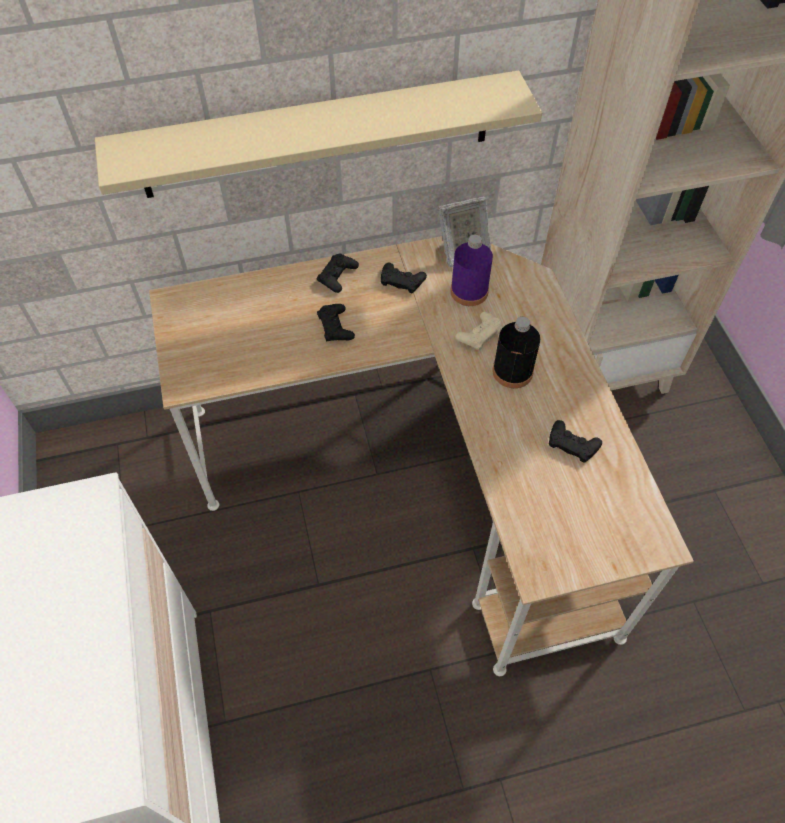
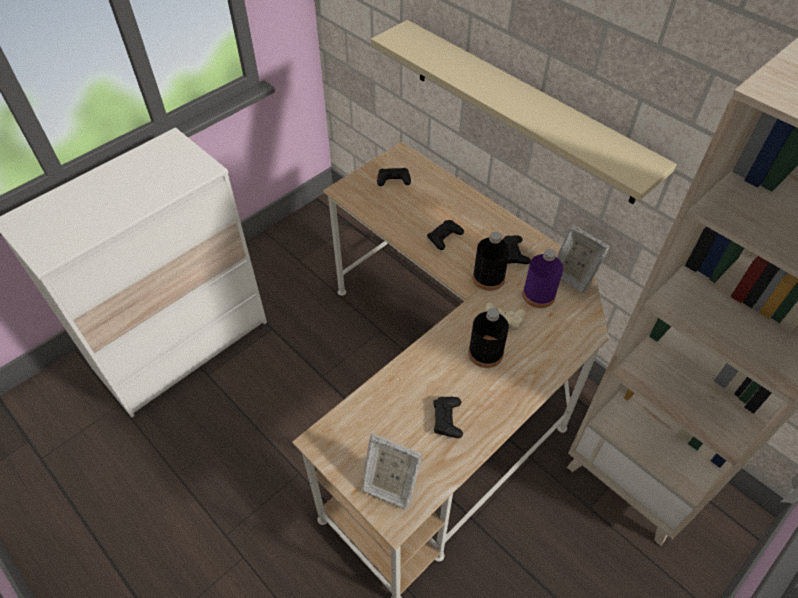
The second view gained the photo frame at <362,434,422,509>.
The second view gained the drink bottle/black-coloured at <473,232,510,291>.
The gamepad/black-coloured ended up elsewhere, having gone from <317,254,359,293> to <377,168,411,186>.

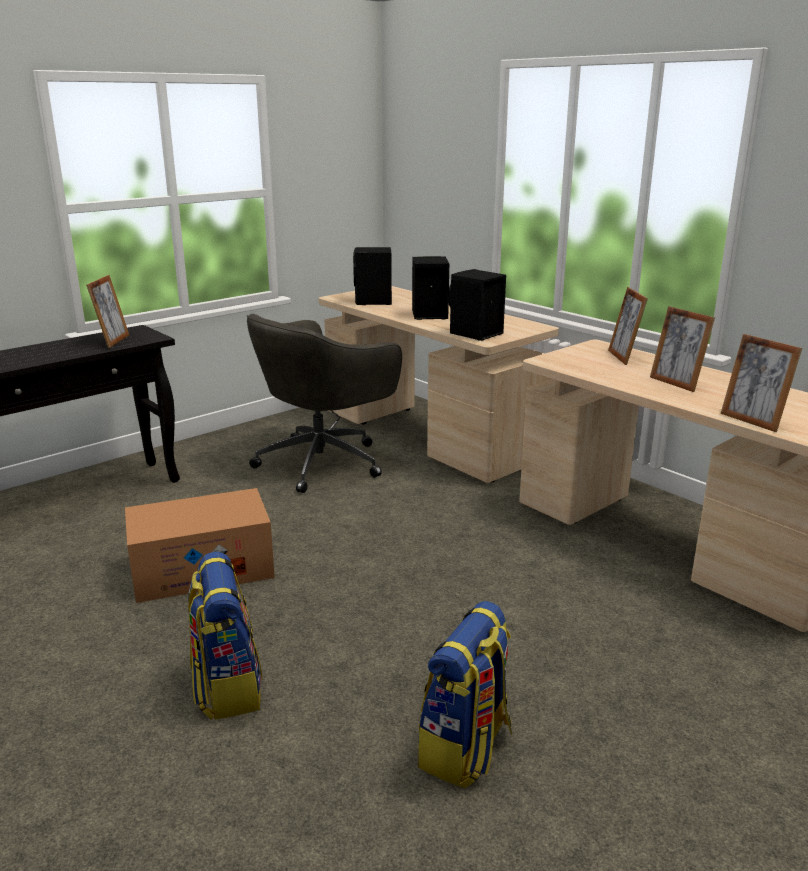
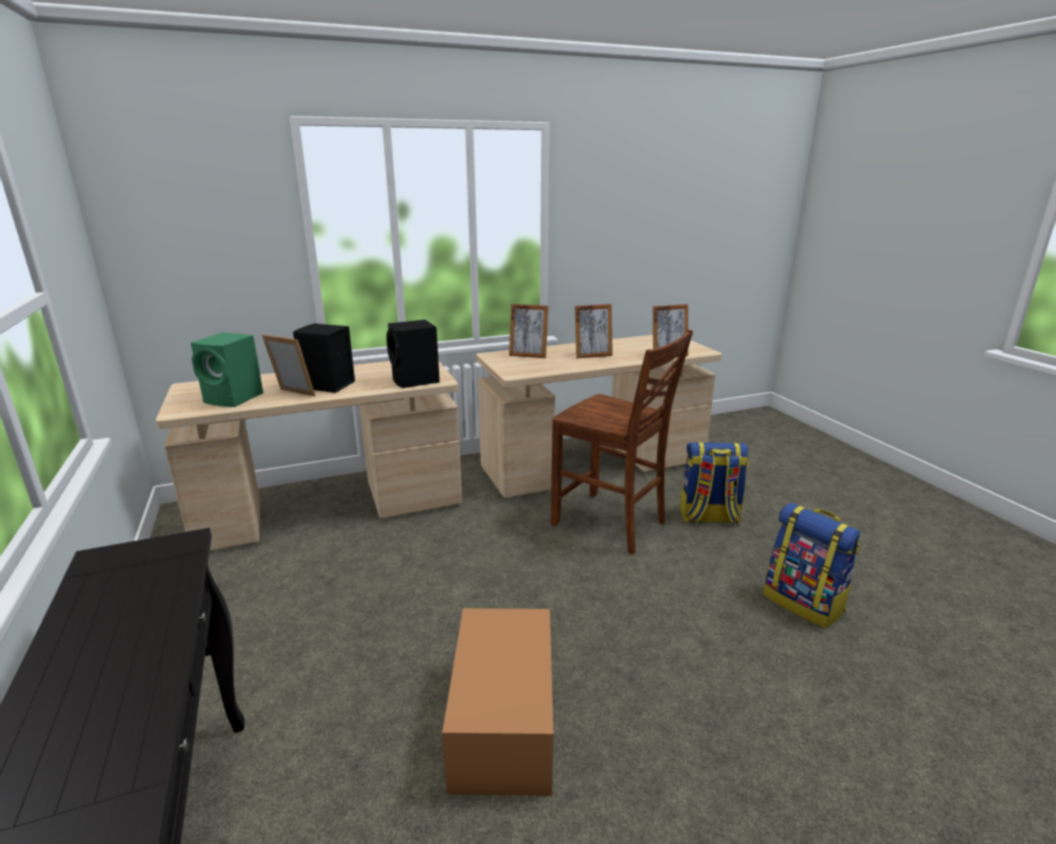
The second view lost the desk chair/greyish at <247,314,402,493>.
The second view gained the plain chair/brown at <551,329,693,555>.
The photo frame ended up elsewhere, having gone from <86,275,129,348> to <262,334,316,396>.
The backpack ended up elsewhere, having gone from <188,552,263,720> to <680,442,749,523>.
What was the speaker/black-coloured at <353,247,392,305> turned into the speaker/greenish at <191,332,263,407>.

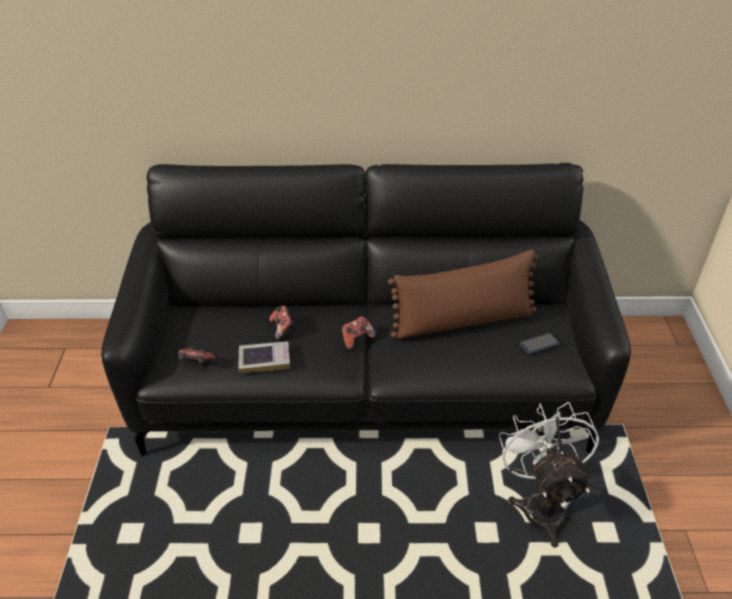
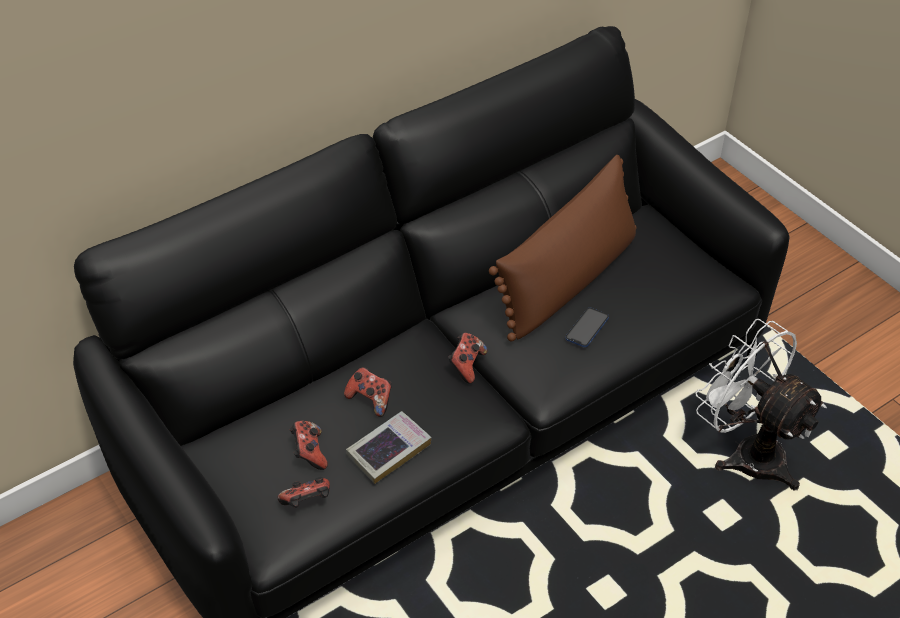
The second view gained the gamepad at <290,421,328,470>.
The phone ended up elsewhere, having gone from <520,333,560,354> to <565,308,609,347>.

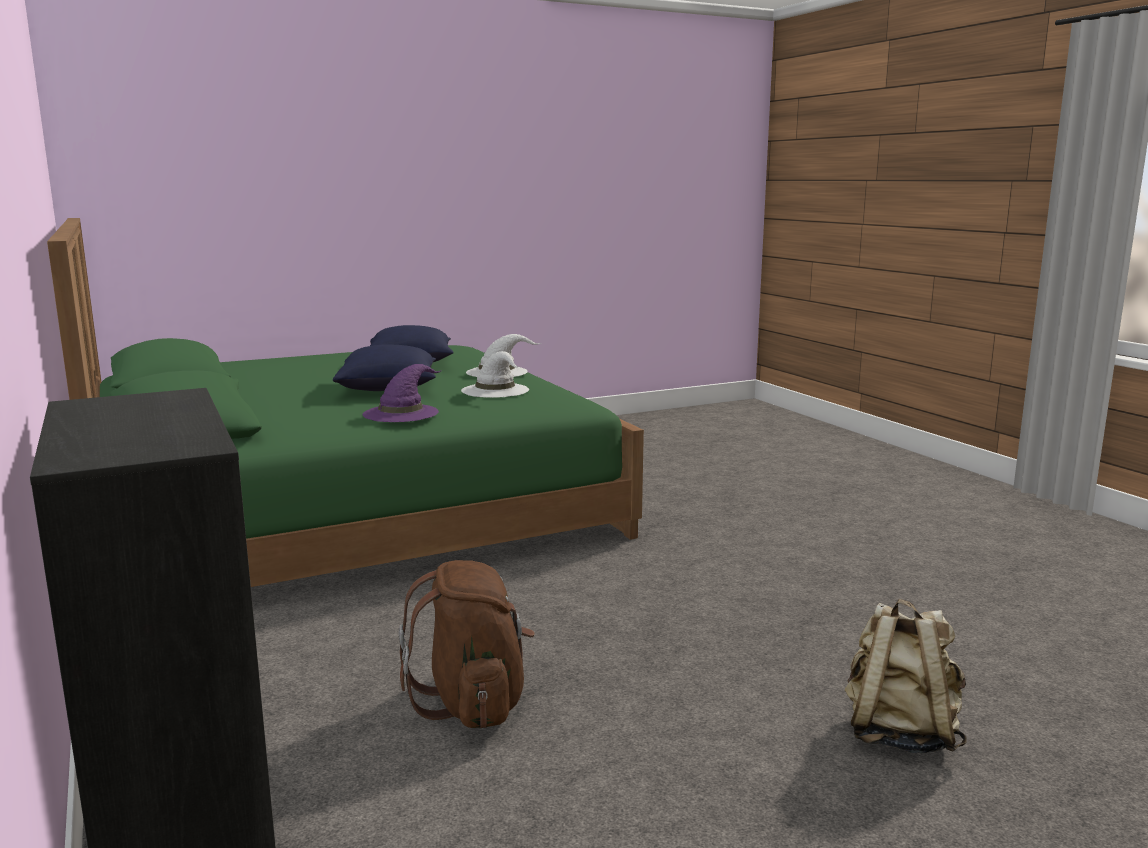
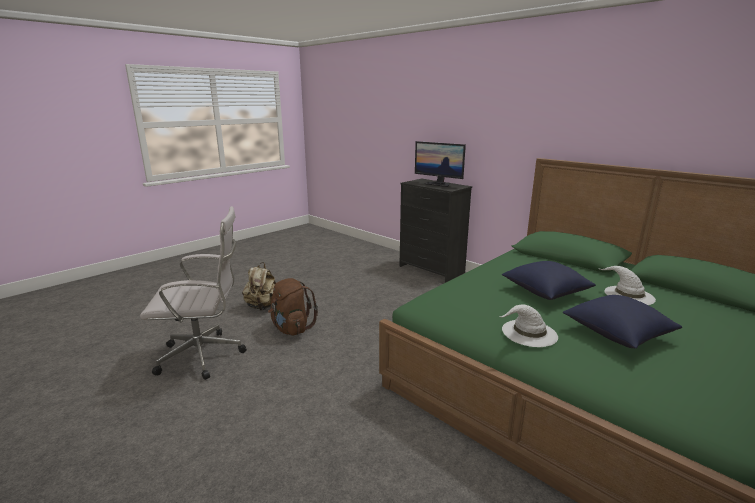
The second view lost the wearable hat/purplish at <363,364,442,422>.
The second view gained the desk chair/whitish at <140,206,247,380>.
The second view gained the computer display at <415,141,466,187>.
The backpack/brown ended up elsewhere, having gone from <399,560,535,729> to <268,278,318,336>.
The wearable hat/whitish ended up elsewhere, having gone from <461,351,529,398> to <598,266,656,305>.

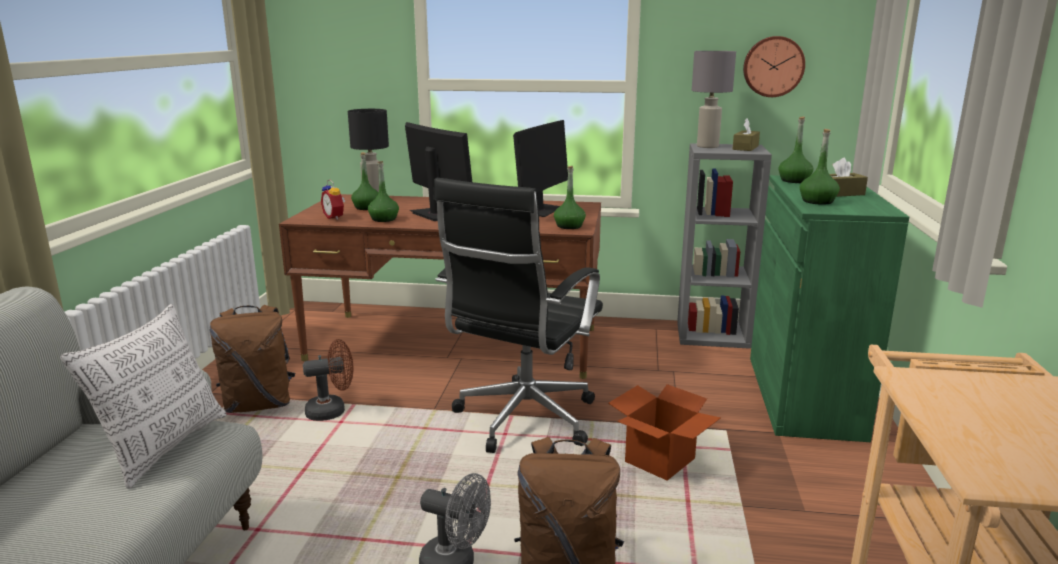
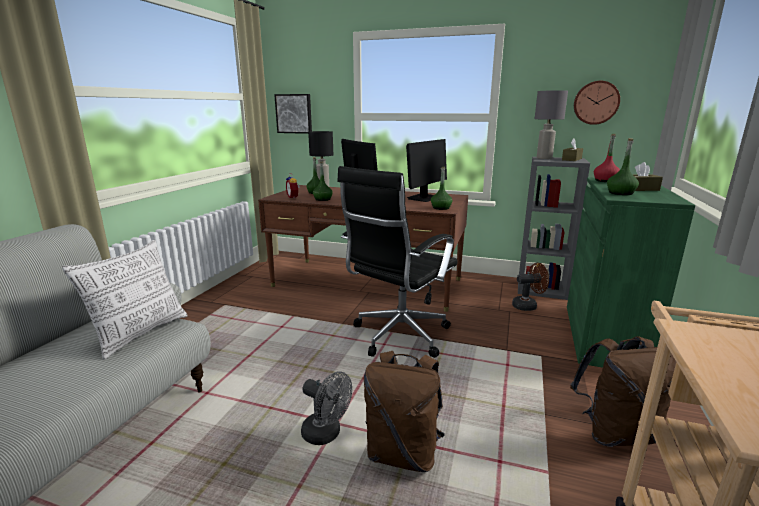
The second view lost the cardboard box at <608,384,720,481>.
The second view gained the wall art at <274,94,312,134>.
The backpack/brown ended up elsewhere, having gone from <209,305,295,413> to <570,336,676,447>.
The fan/brown ended up elsewhere, having gone from <303,339,353,421> to <512,263,549,311>.
What was the drink bottle/greenish at <778,117,813,183> turned into the drink bottle/red at <594,134,620,182>.

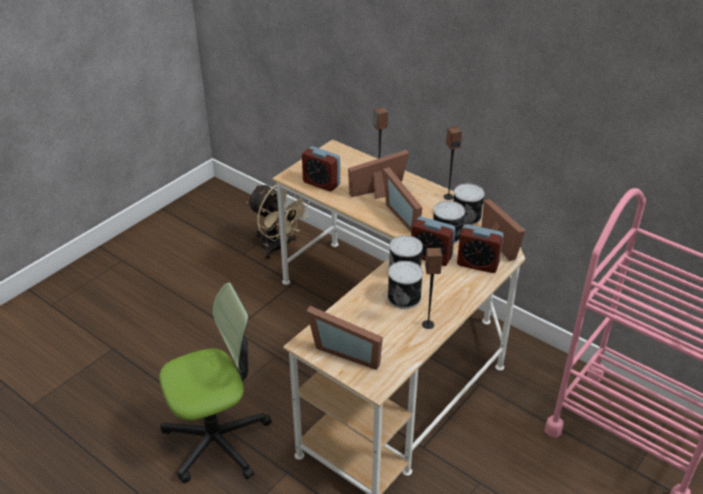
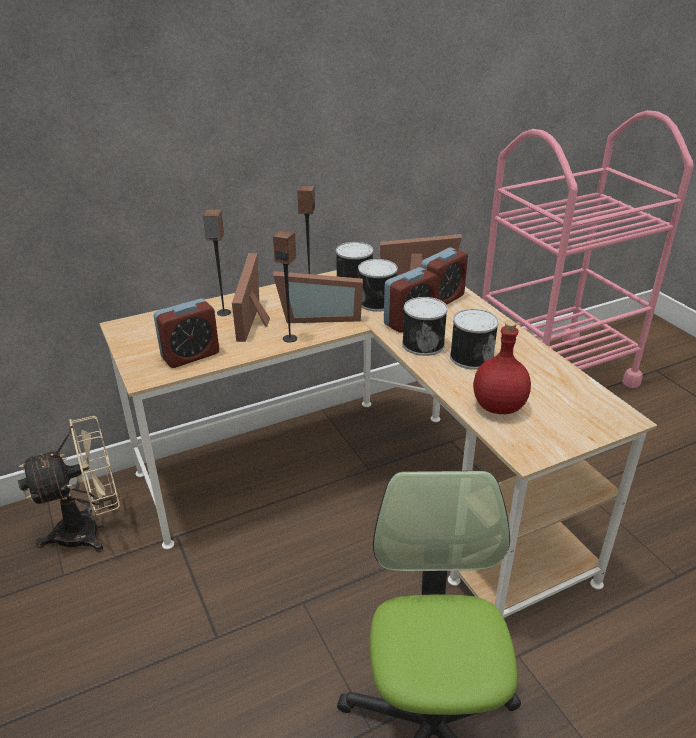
The second view lost the photo frame at <306,306,383,370>.
The second view gained the drink bottle/red at <473,321,531,414>.
The speaker ended up elsewhere, having gone from <422,248,442,329> to <273,230,297,343>.

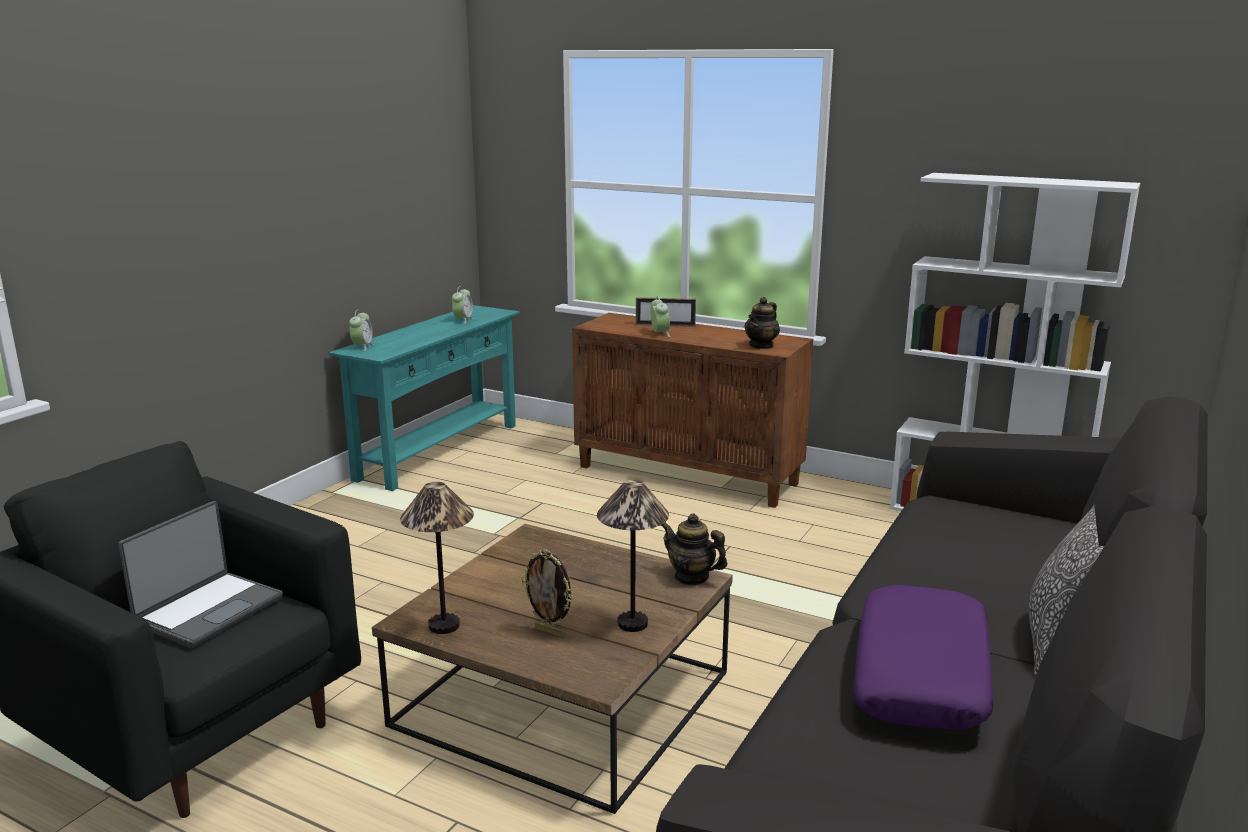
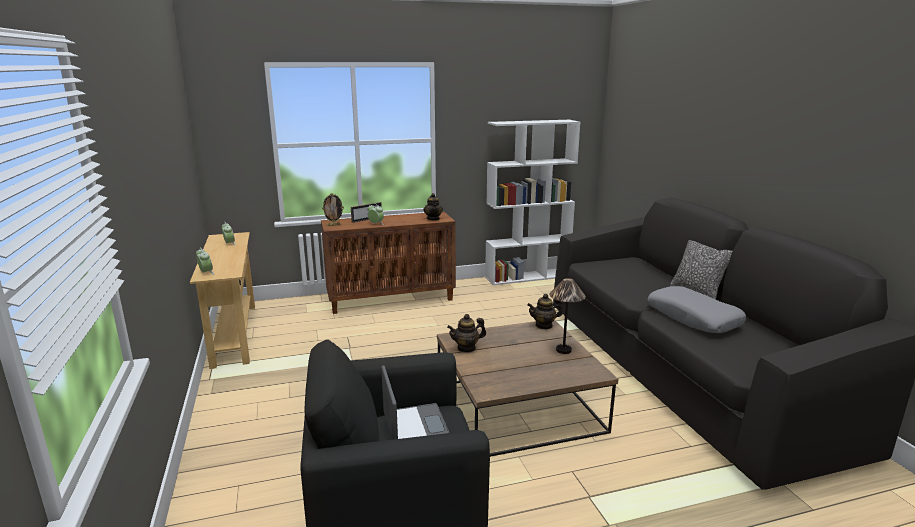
The second view lost the lamp for a table at <400,482,474,634>.
The second view gained the tea pot at <447,314,486,353>.
The photo frame ended up elsewhere, having gone from <521,549,573,637> to <322,193,344,226>.
What was the console table/turquoise at <328,305,520,491> turned into the console table/beige at <190,232,255,369>.
What was the pillow/purplish at <853,585,994,729> turned into the pillow/greyish at <647,286,746,333>.

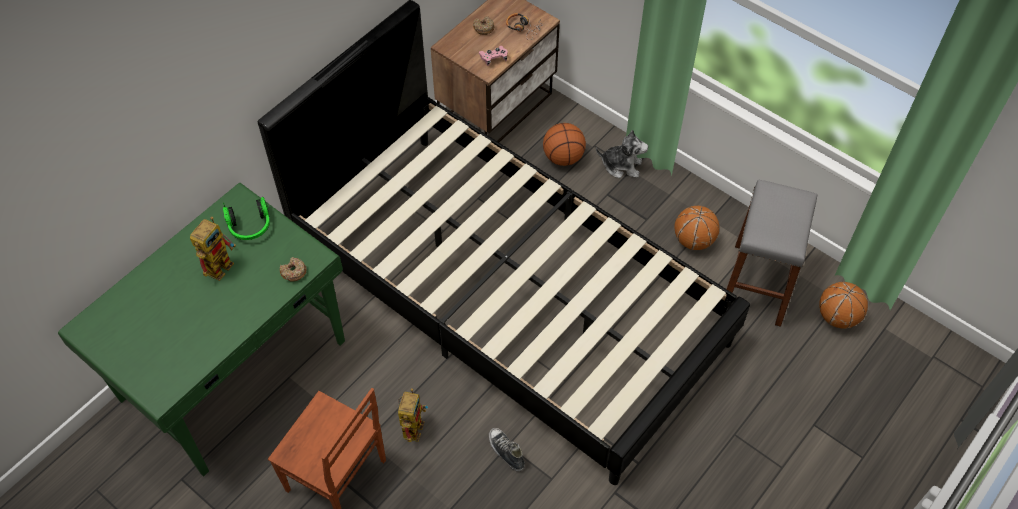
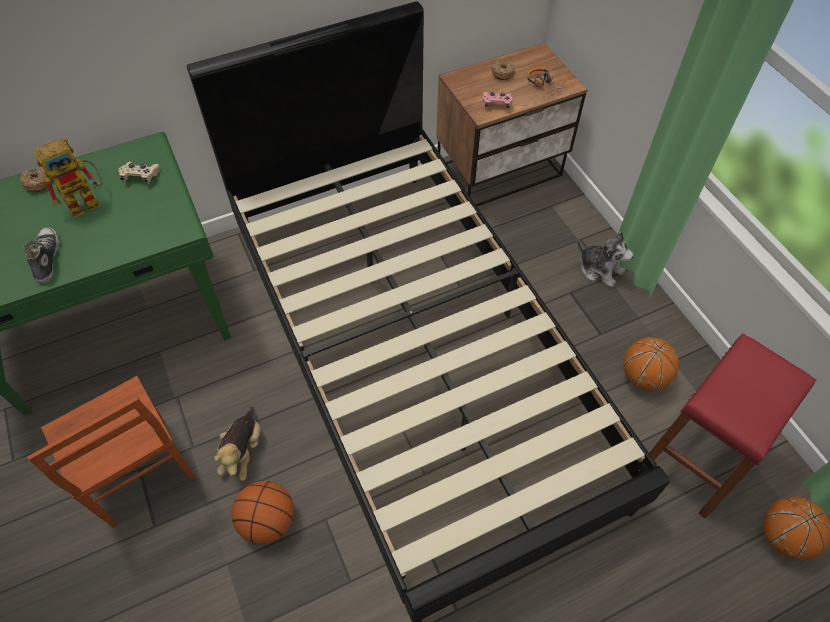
The donut ended up elsewhere, having gone from <280,257,307,282> to <20,167,48,192>.
The shoe ended up elsewhere, having gone from <489,428,525,472> to <24,227,60,283>.
The basketball ended up elsewhere, having gone from <543,123,586,166> to <231,481,294,544>.
Where the headset stood at <223,197,270,240>, the gamepad/beige came to stand at <119,162,160,184>.
Where the robot figure stood at <398,388,428,442>, the soft toy came to stand at <214,407,261,481>.
What was the stool seat/greyish at <727,179,818,327> turned into the stool seat/red at <649,334,816,518>.

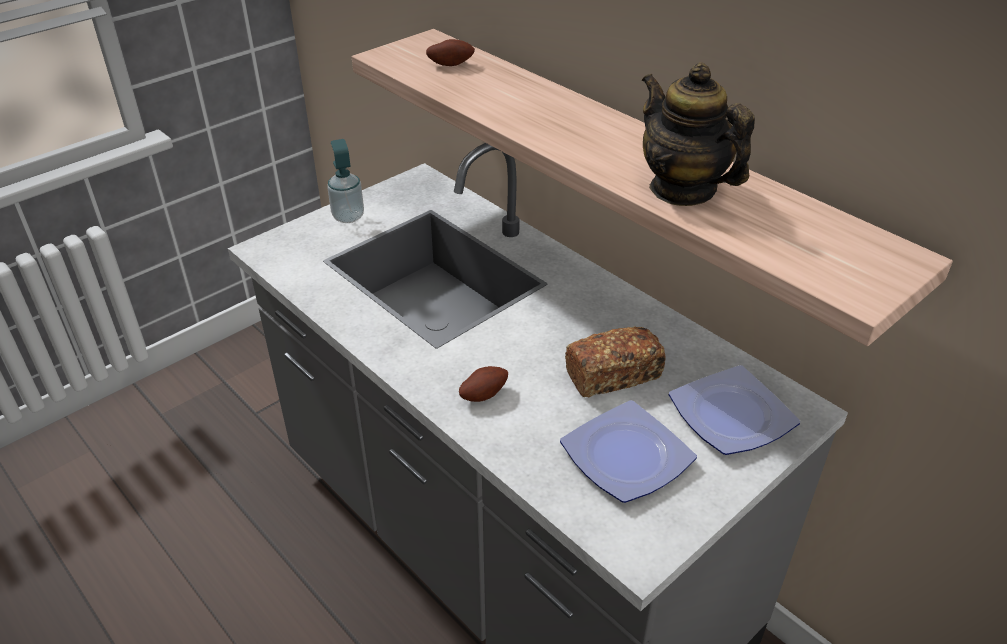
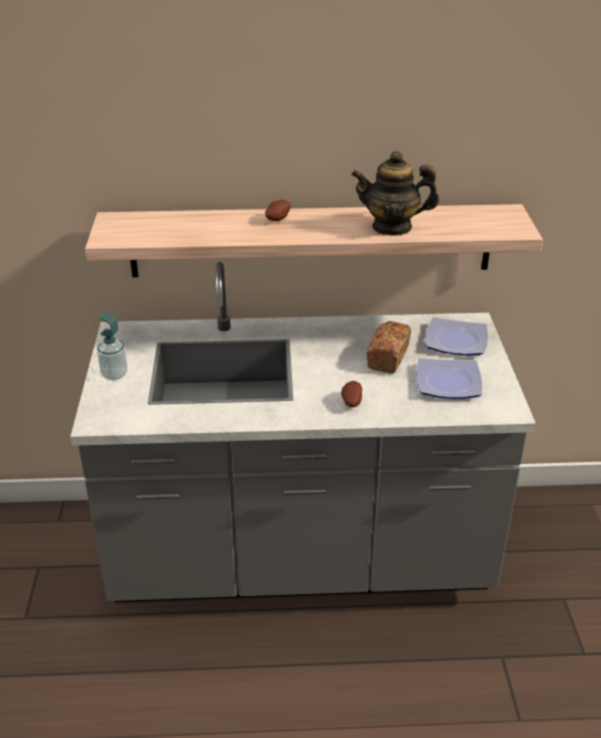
The whole potato ended up elsewhere, having gone from <426,39,475,66> to <265,200,291,221>.

